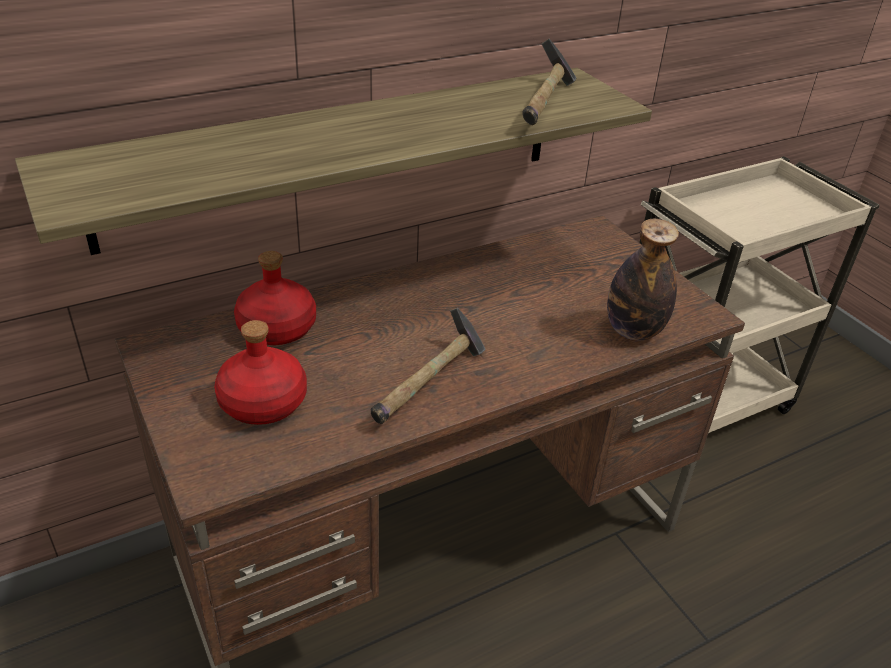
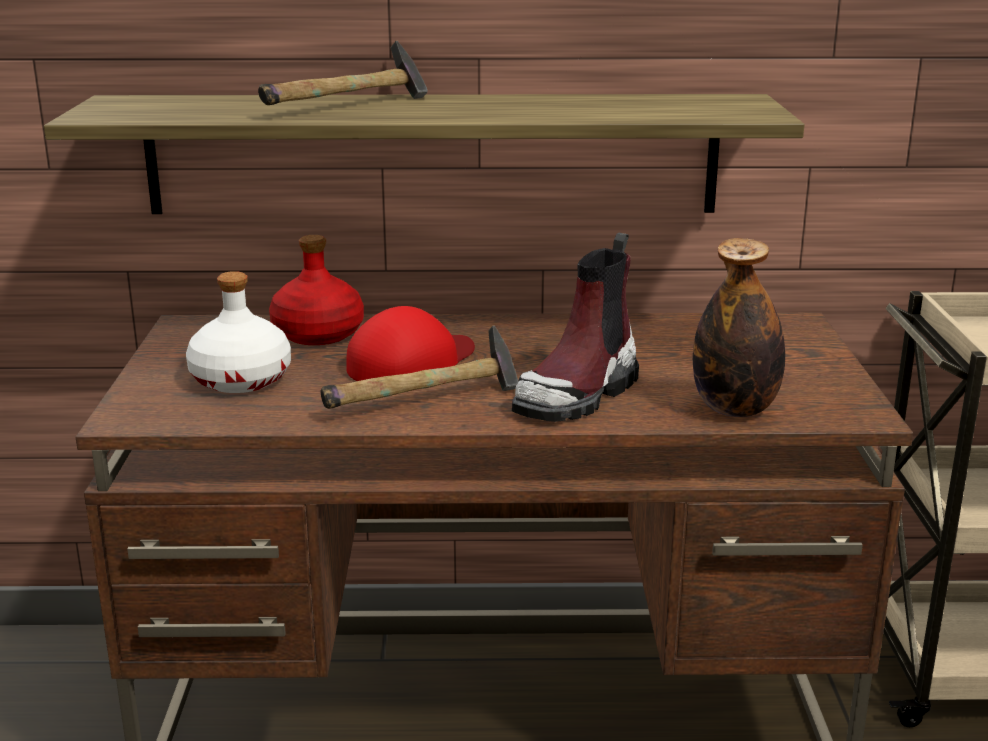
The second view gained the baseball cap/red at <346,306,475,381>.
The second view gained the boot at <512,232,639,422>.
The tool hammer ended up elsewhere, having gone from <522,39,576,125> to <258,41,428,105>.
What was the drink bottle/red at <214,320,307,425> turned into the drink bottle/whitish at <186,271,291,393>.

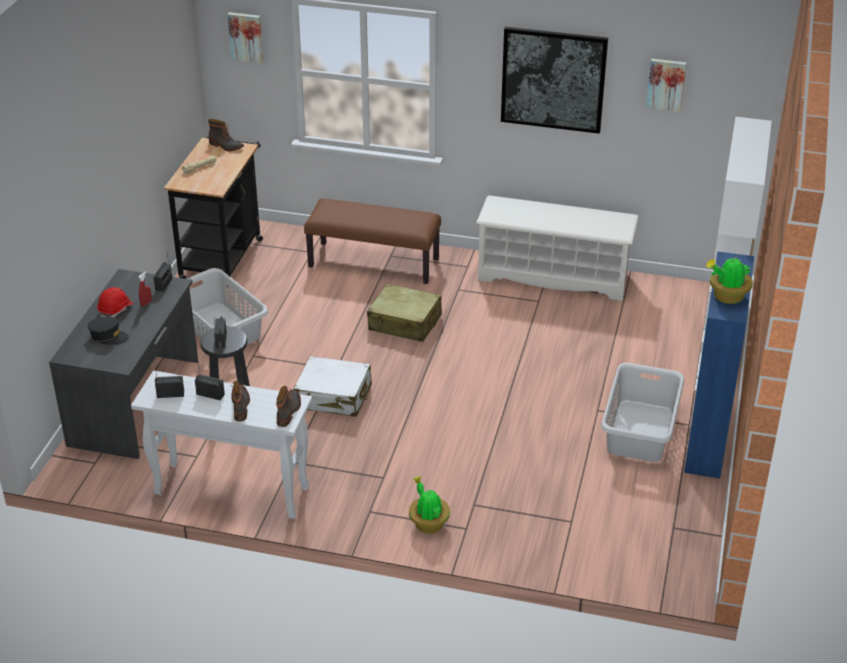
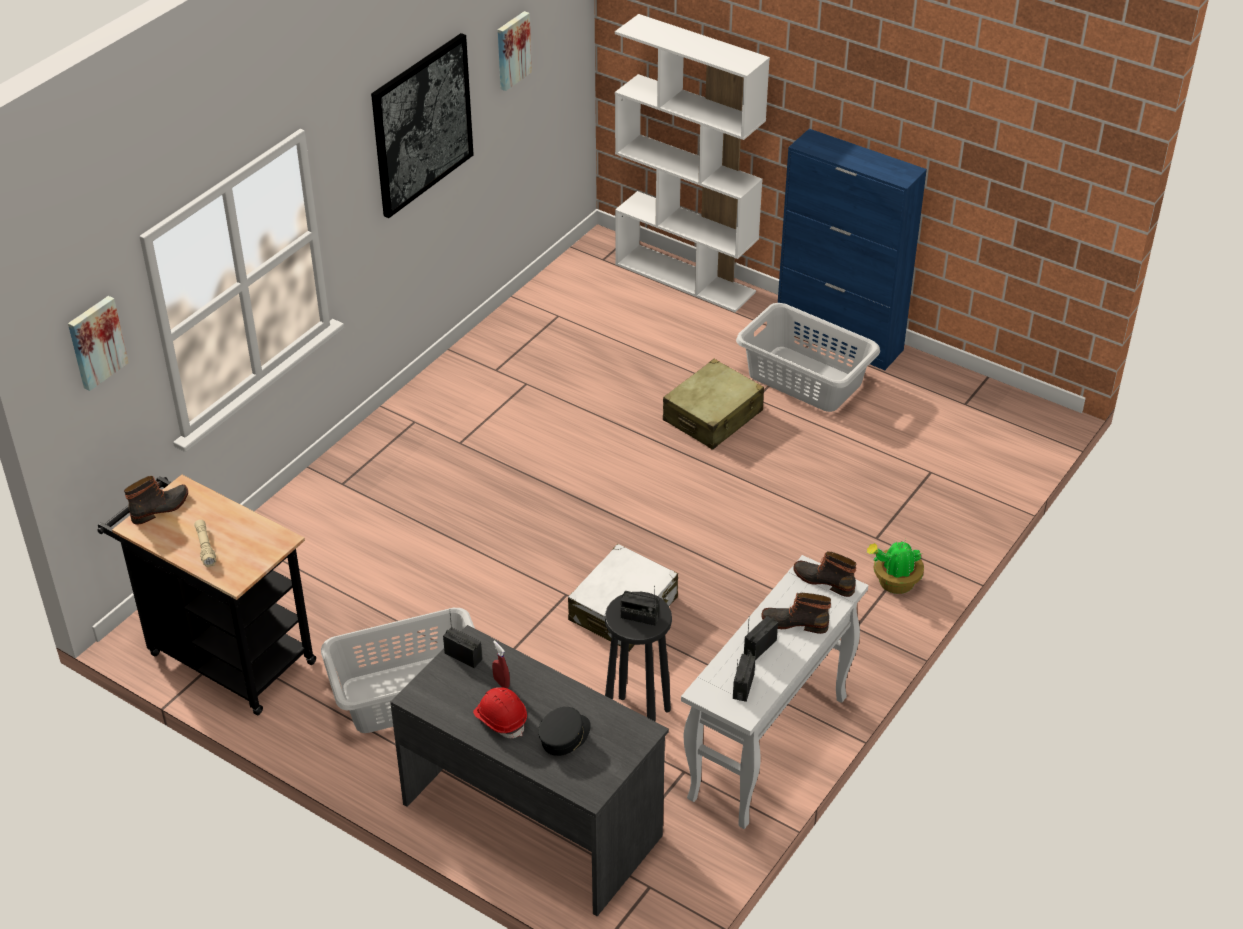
The second view lost the long seat/brown at <304,199,441,284>.
The second view lost the shoe rack/whitish at <476,195,639,301>.
The second view lost the plant in a pot at <706,256,753,304>.
The suitcase/beige ended up elsewhere, having gone from <367,284,442,342> to <663,359,764,450>.

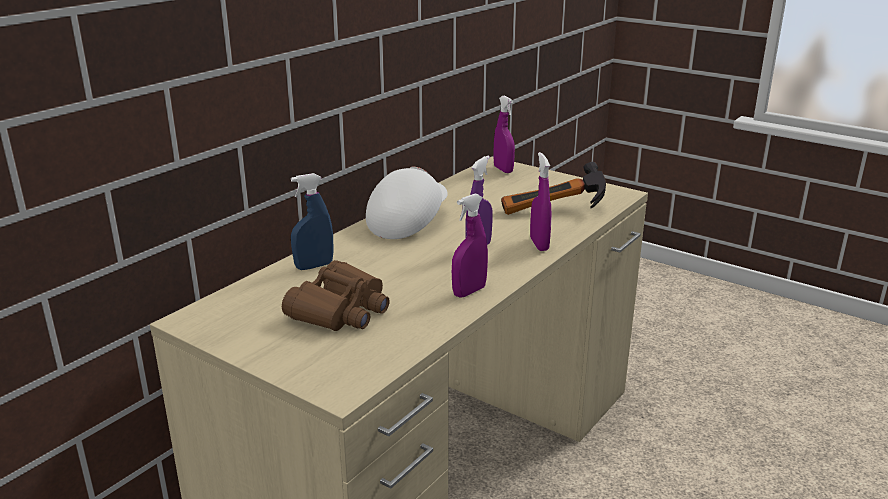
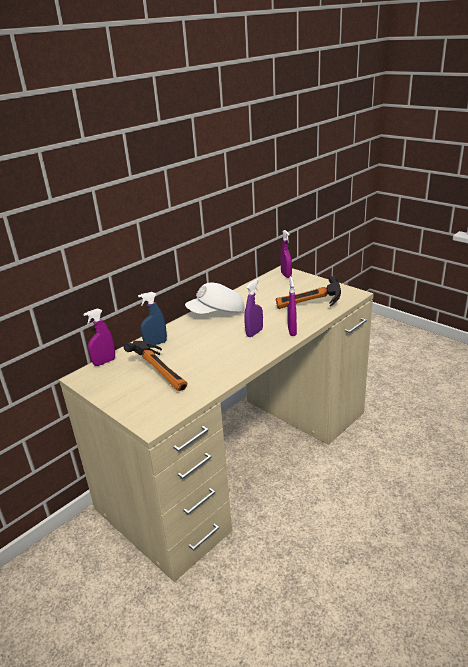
The spray bottle/purplish ended up elsewhere, having gone from <452,193,488,298> to <84,309,115,366>.
Where the binoculars/brown stood at <282,260,390,331>, the tool hammer came to stand at <124,341,188,391>.
The baseball cap/whitish at <366,167,448,239> ended up facing another way, 150 degrees counterclockwise from before.

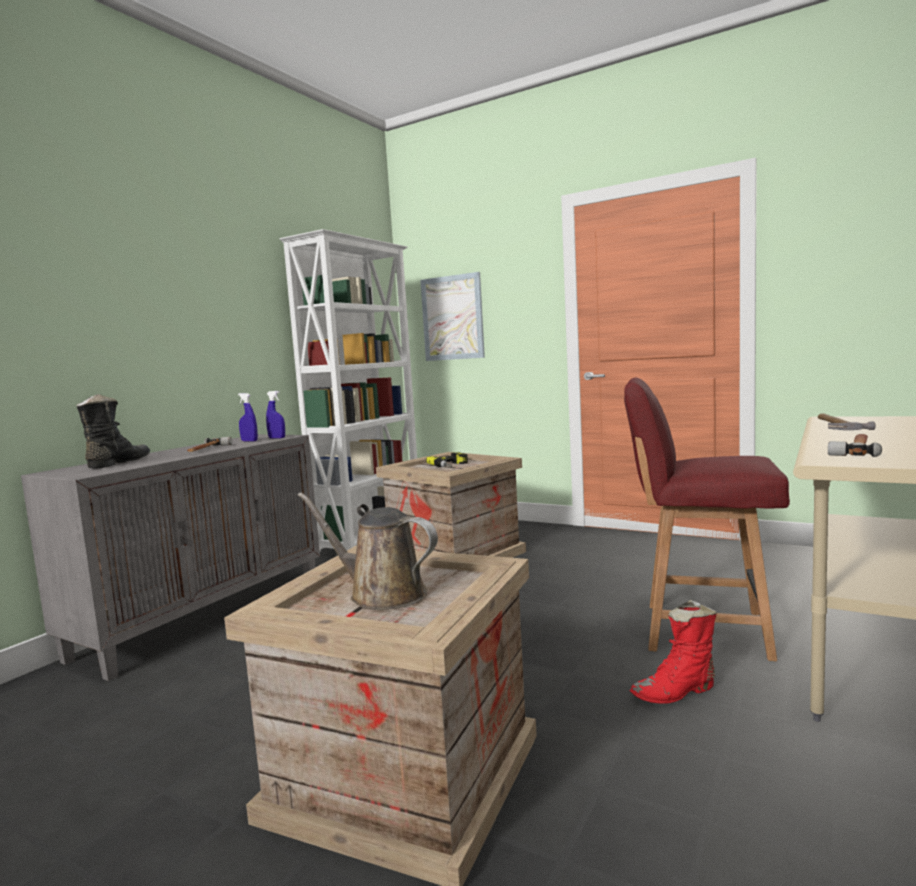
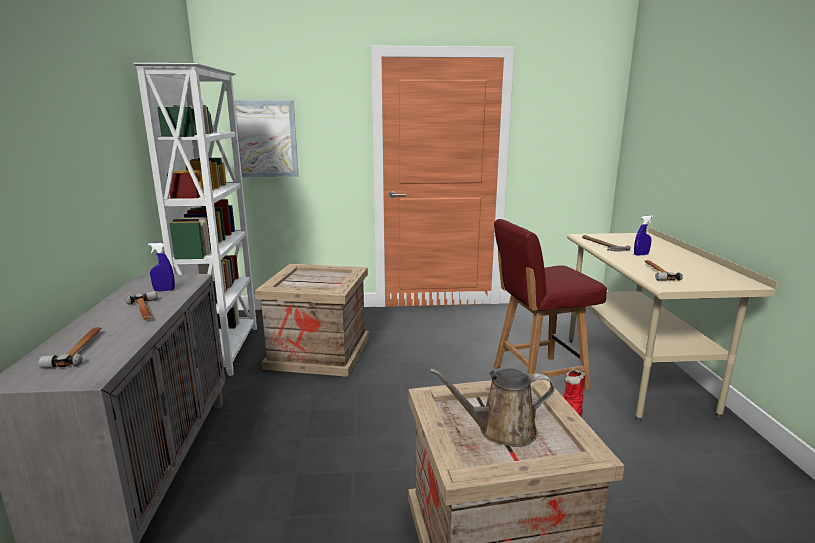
The second view lost the electric drill at <426,452,468,467>.
The spray bottle/blue-coloured ended up elsewhere, having gone from <266,391,285,439> to <634,215,653,256>.
Where the boot/black-coloured stood at <76,394,150,469>, the tool hammer came to stand at <38,327,101,368>.

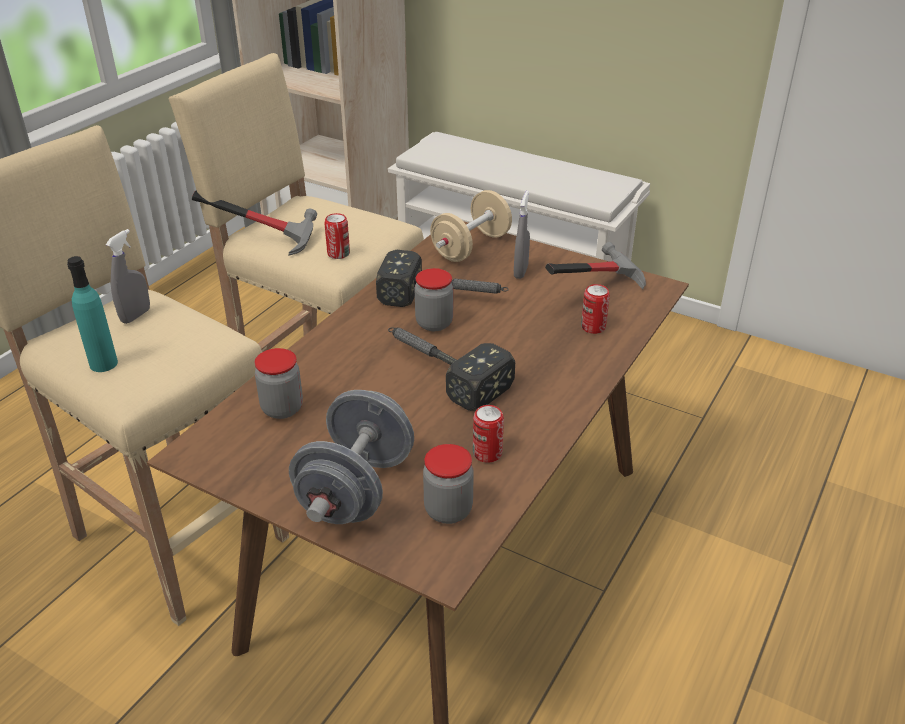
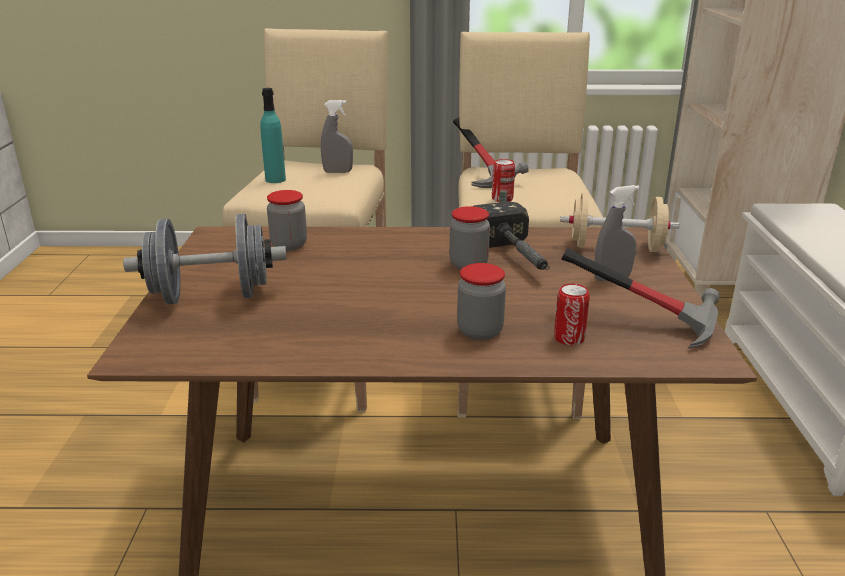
The second view lost the tool hammer at <388,327,515,411>.
The second view lost the can at <473,405,504,463>.
The jar ended up elsewhere, having gone from <423,444,474,524> to <457,263,506,340>.

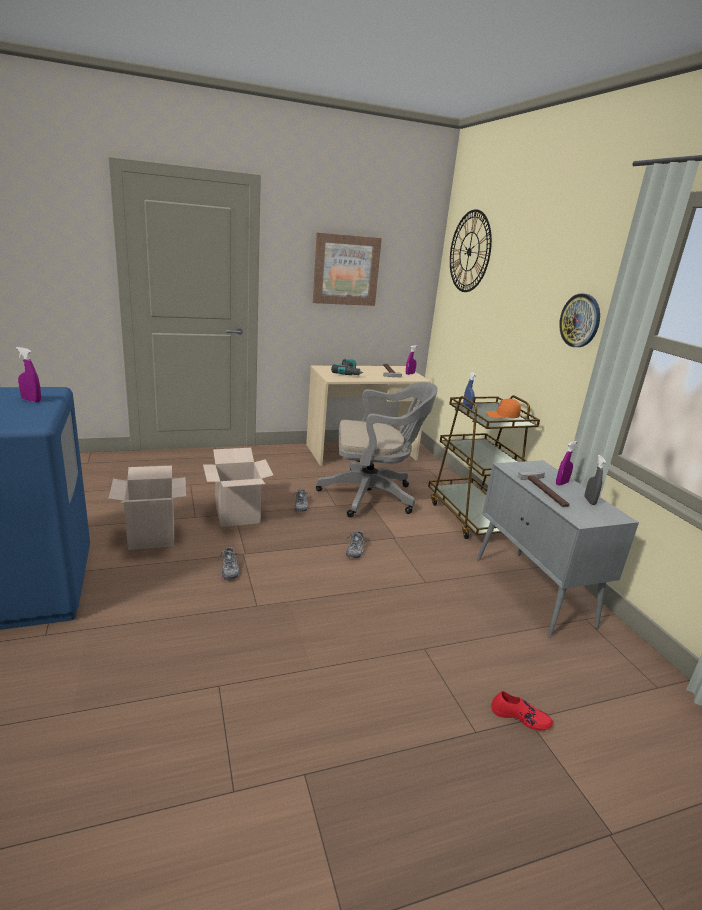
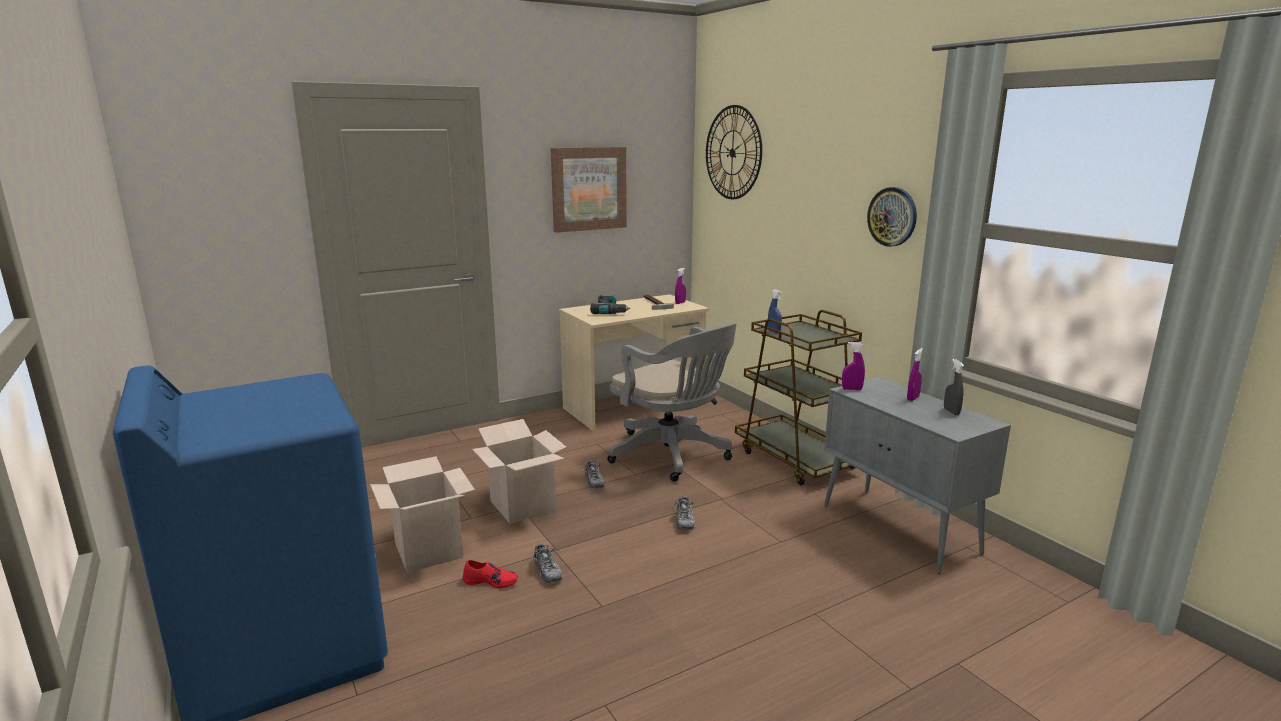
The second view lost the baseball cap/orange at <485,399,521,418>.
The second view lost the tool hammer at <518,472,570,507>.
The spray bottle/purplish ended up elsewhere, having gone from <16,347,41,402> to <842,342,865,390>.
The shoe/red ended up elsewhere, having gone from <491,691,553,730> to <463,560,518,588>.
The desk chair/greyish at <316,382,438,518> ended up facing another way, 60 degrees clockwise from before.

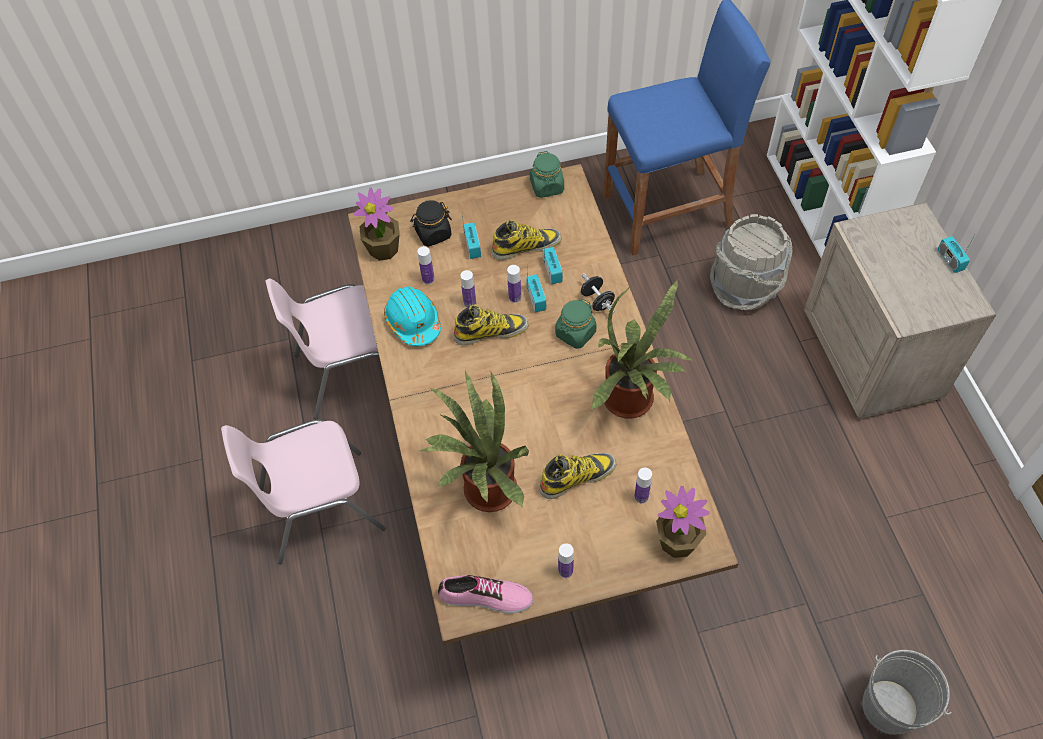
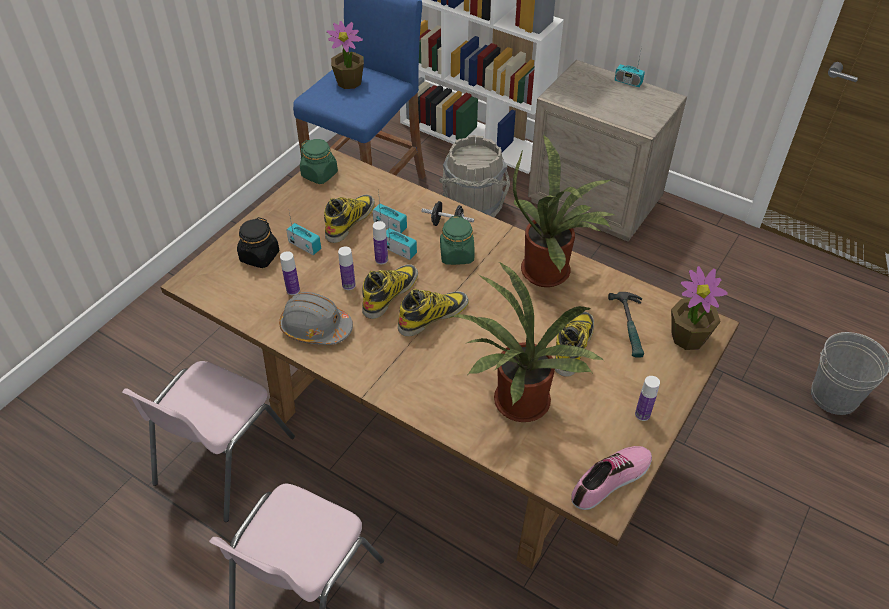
The second view gained the boot at <398,288,469,337>.
The plant in a pot ended up elsewhere, having gone from <354,188,400,261> to <327,21,364,89>.
Where the drink bottle stood at <634,468,652,503>, the tool hammer came to stand at <608,292,644,358>.
What was the hard hat/turquoise at <384,287,441,346> turned into the hard hat/greyish at <279,292,353,345>.

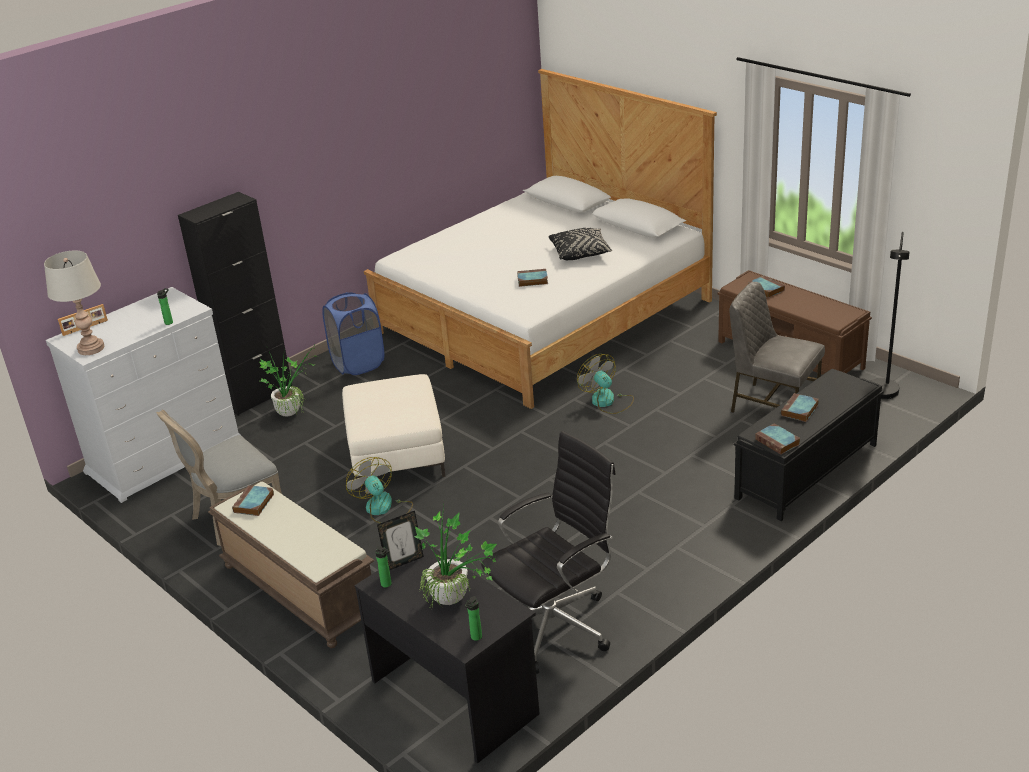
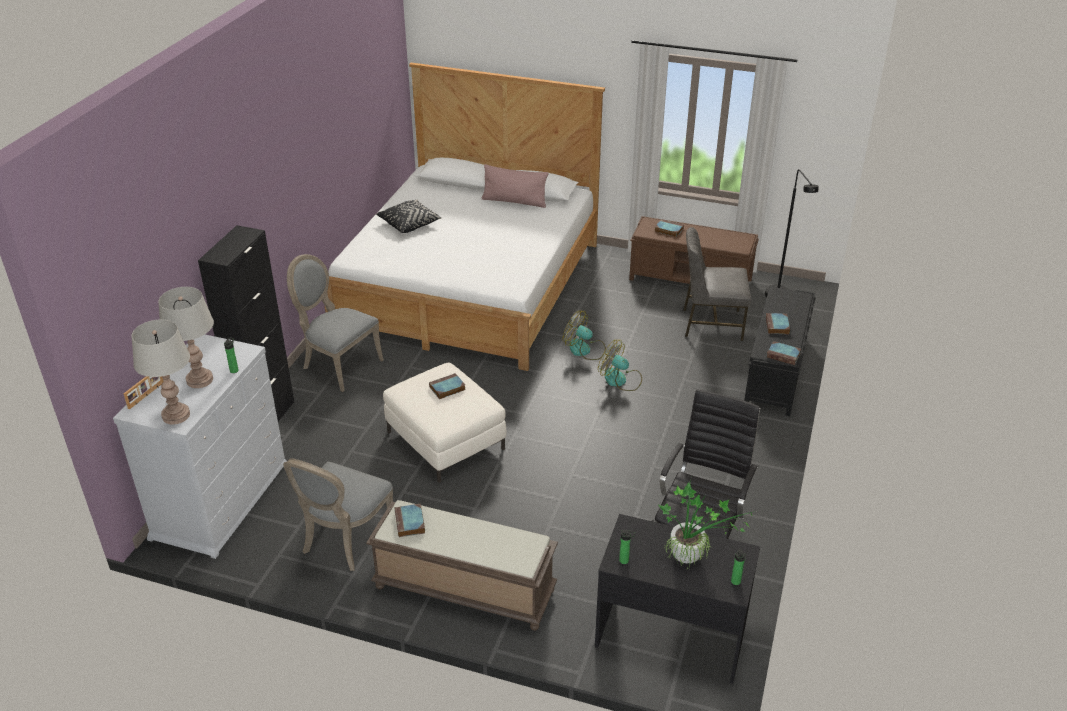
The second view lost the plant in a pot at <260,346,318,417>.
The second view lost the photo frame at <377,511,424,570>.
The second view gained the lamp for a table/greyish at <158,287,214,388>.
The second view gained the pillow/pink at <482,164,549,208>.
The fan ended up elsewhere, having gone from <346,457,413,523> to <598,340,642,391>.
The volume ended up elsewhere, having gone from <517,269,548,287> to <429,373,466,399>.
The pillow/black-coloured ended up elsewhere, having gone from <548,228,612,260> to <376,200,442,233>.
Where the washing basket/blue-coloured stood at <323,292,384,375>, the plain chair/greyish came to stand at <287,254,384,392>.

